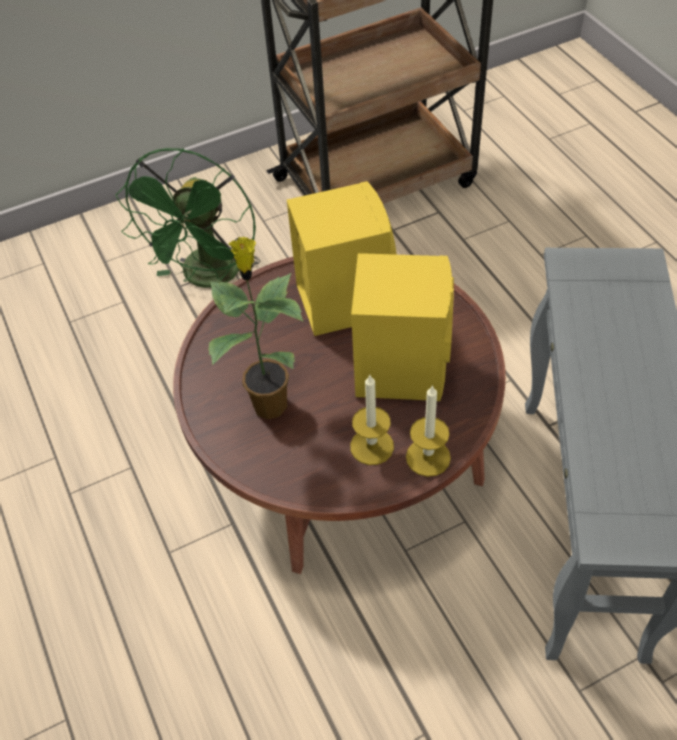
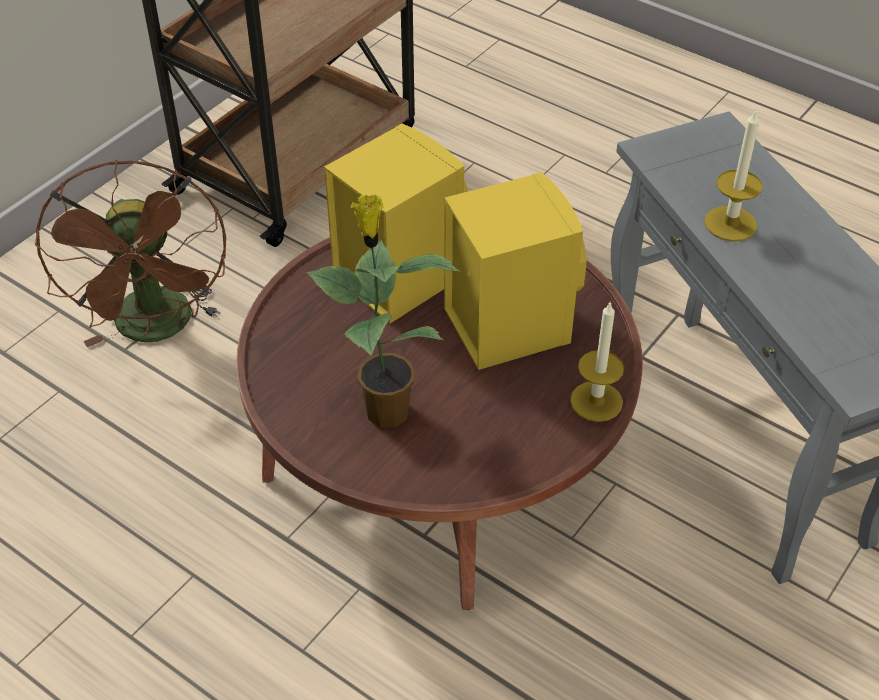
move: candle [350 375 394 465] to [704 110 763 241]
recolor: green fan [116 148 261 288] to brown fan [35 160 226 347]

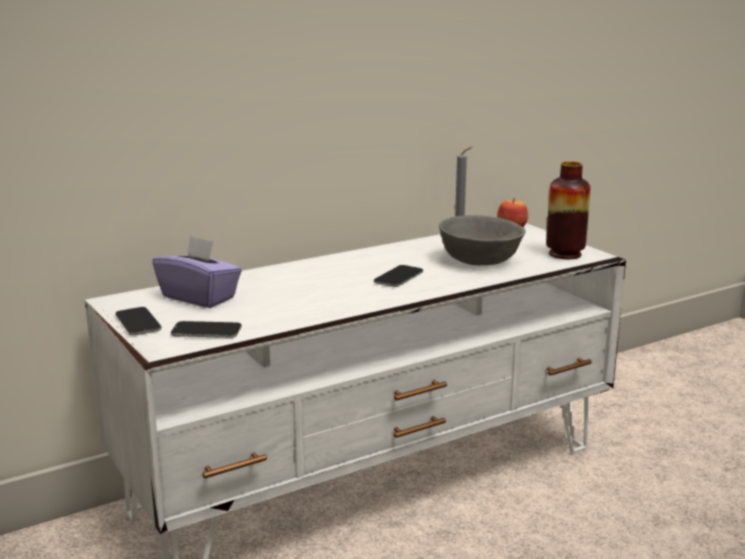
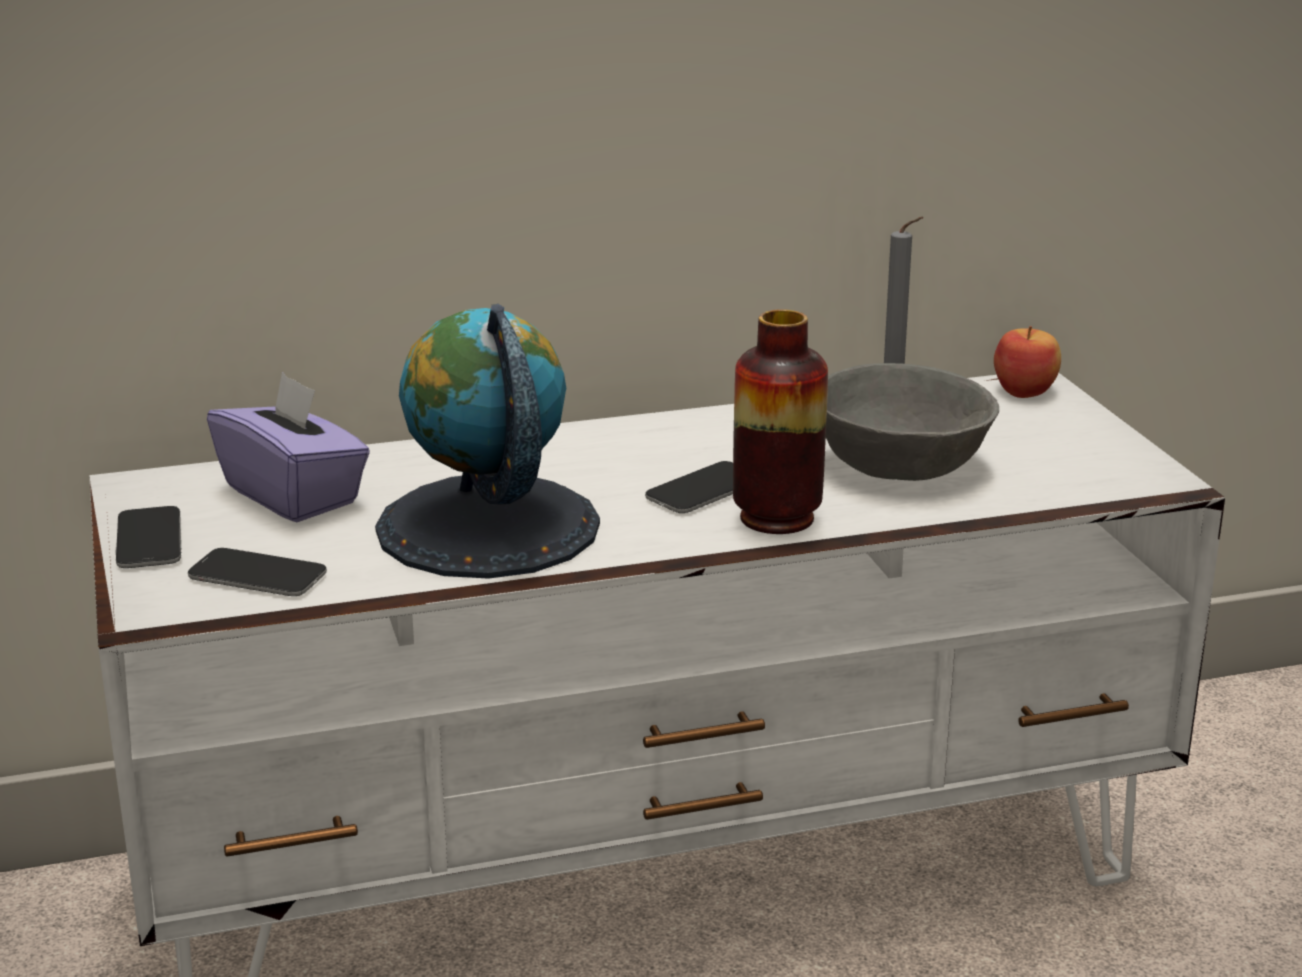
insert: globe [375 304 600 579]
move: vase [546 161 591 259] to [733 309 828 534]

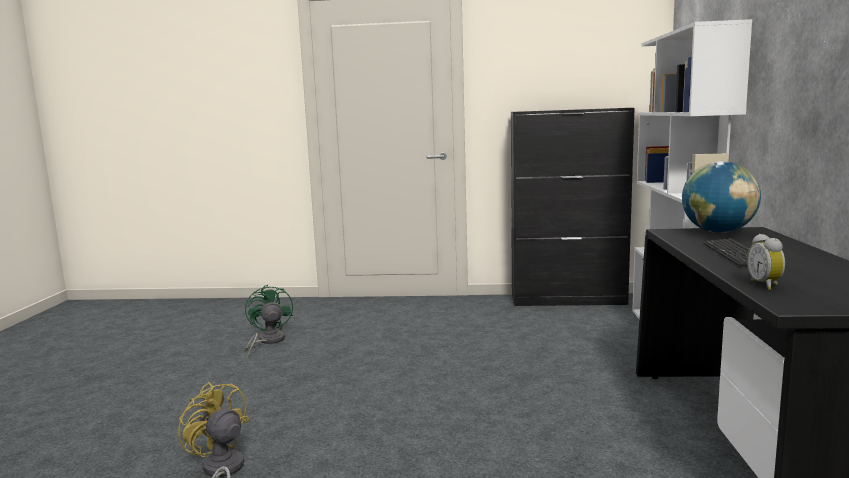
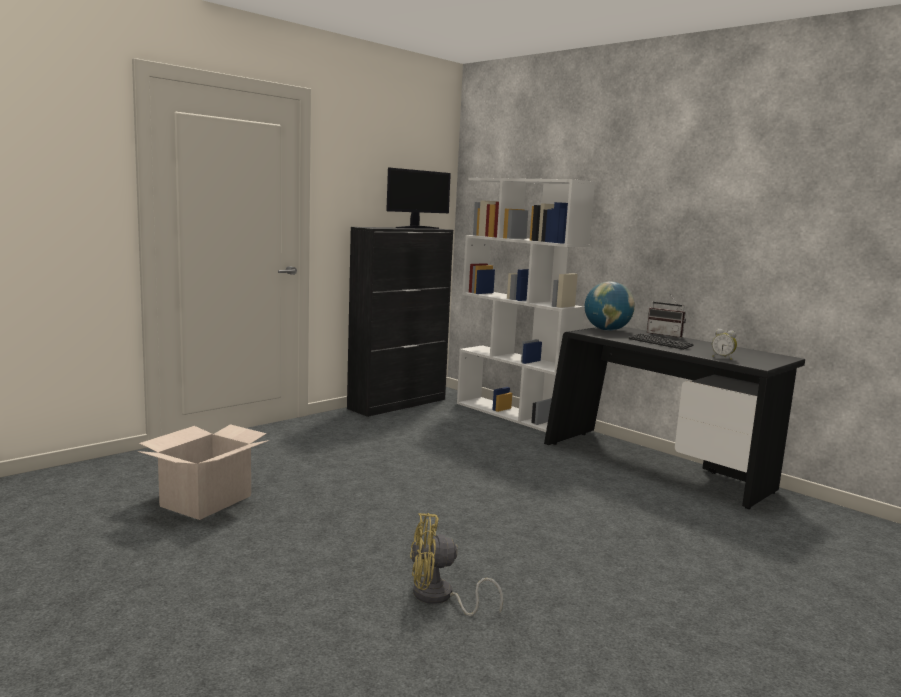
insert: monitor [386 168 451 229]; radio [647 293 686 338]
replace: green fan [245 284 293 357] to cardboard box [138 424 269 520]

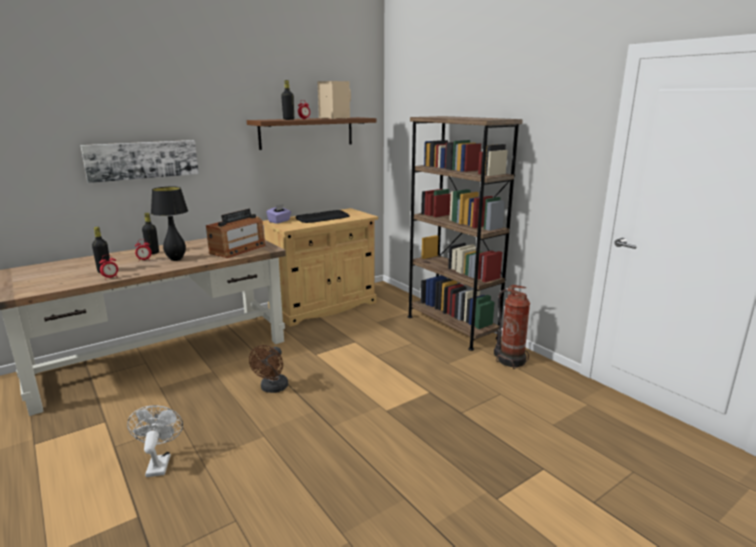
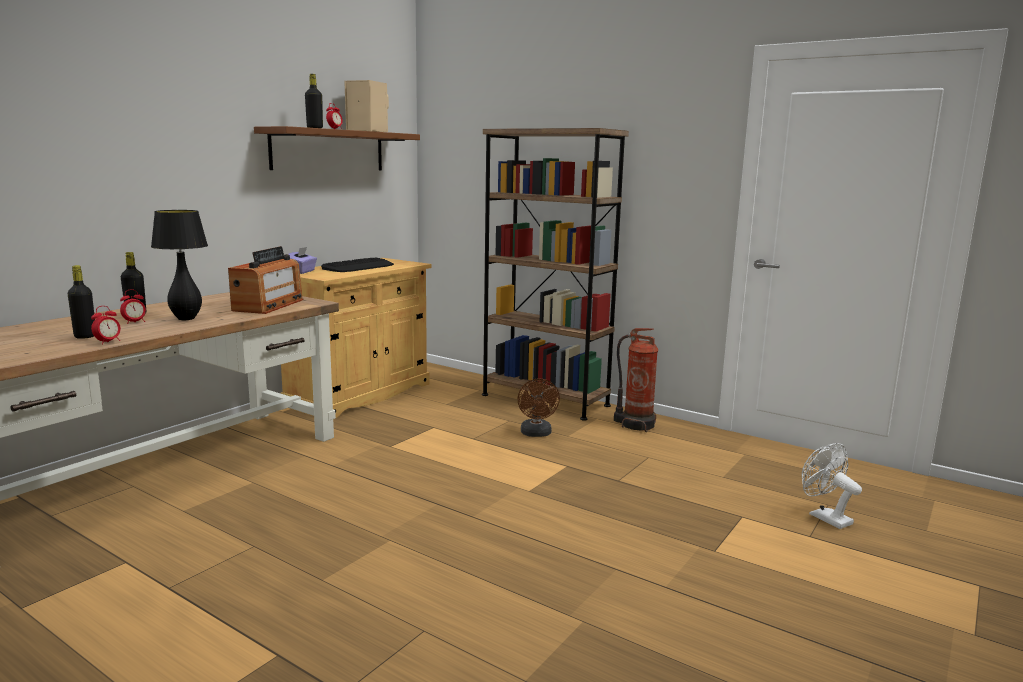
delete: picture [80 140 199 183]
move: brown fan [249 345 288 393] to [518 378 560 437]; white fan [127 405 183 477] to [802 443 862 529]

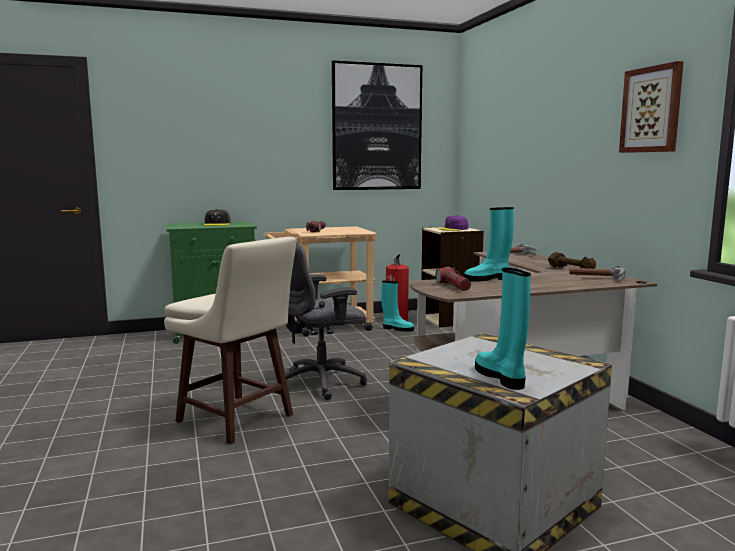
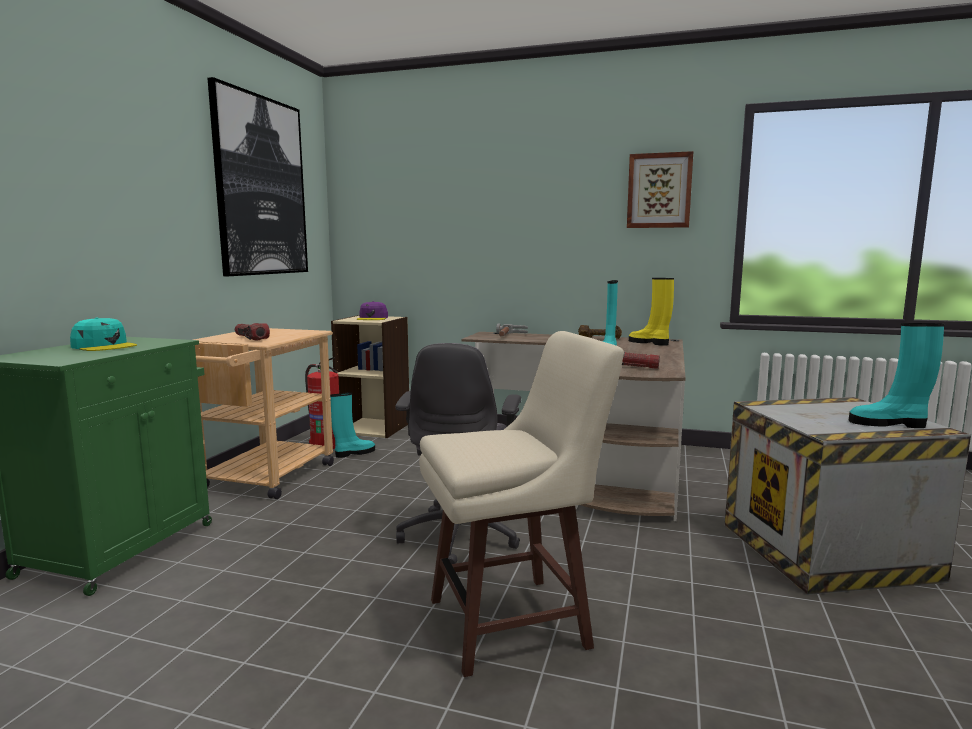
replace: hammer [569 265 626 282] to yellow boot [629 278 674 346]
recolor: grey cap [204 209 231 226] to turquoise cap [70 317 137 351]

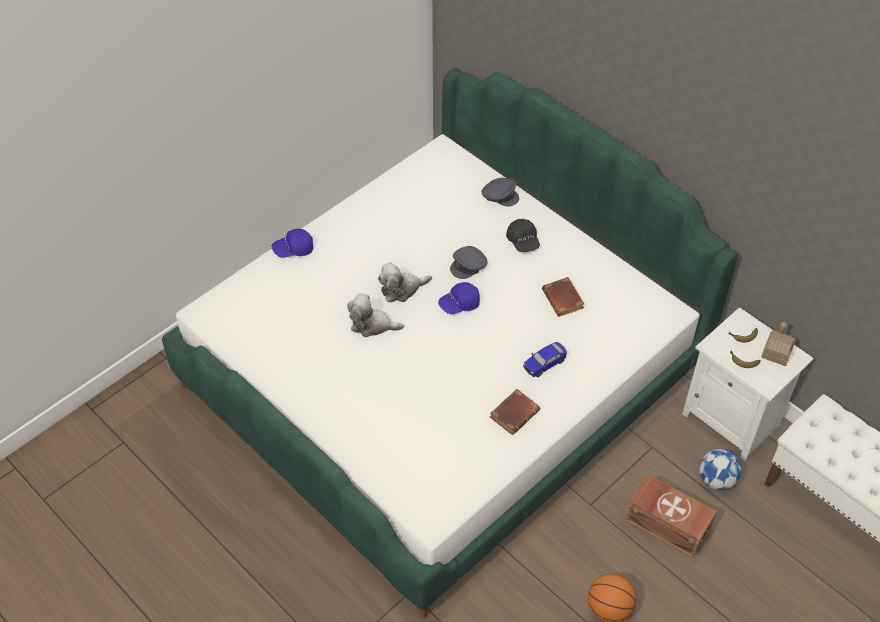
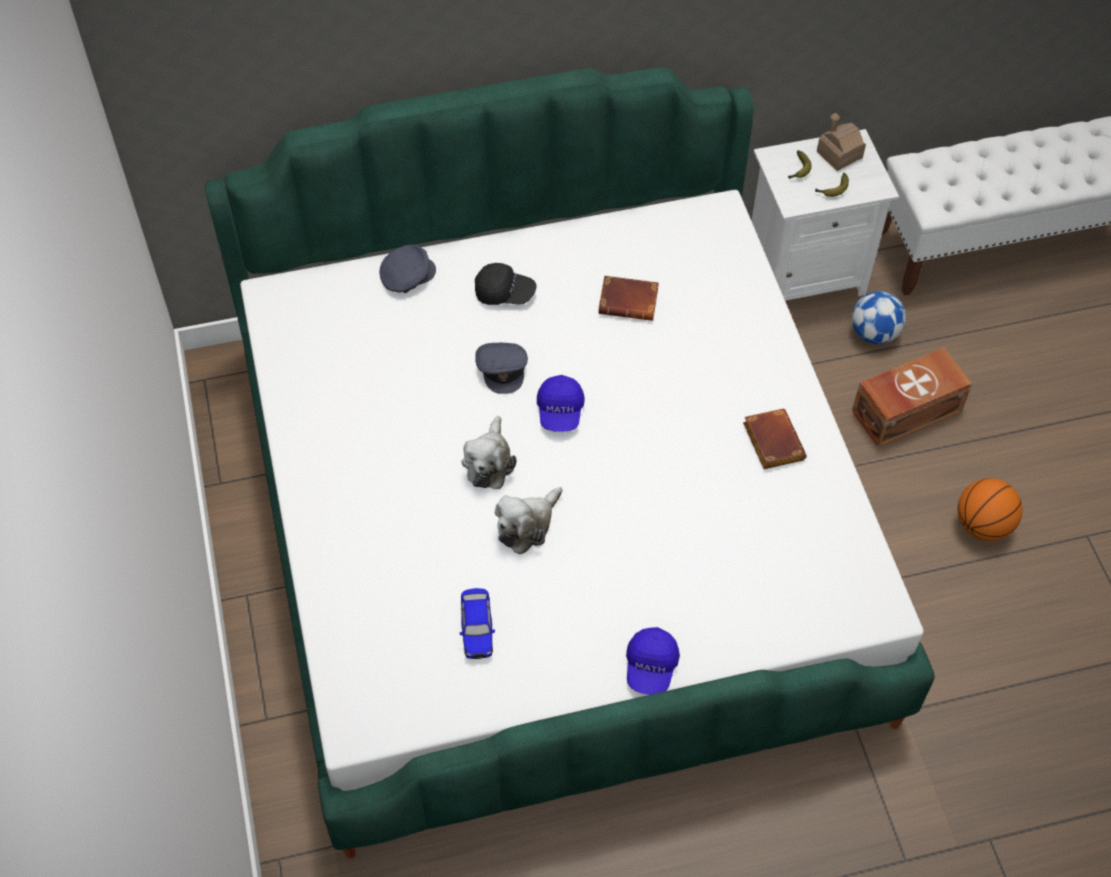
move: blue cap [272 229 314 258] to [626 627 680 695]; toy car [523 342 567 377] to [460 588 495 659]

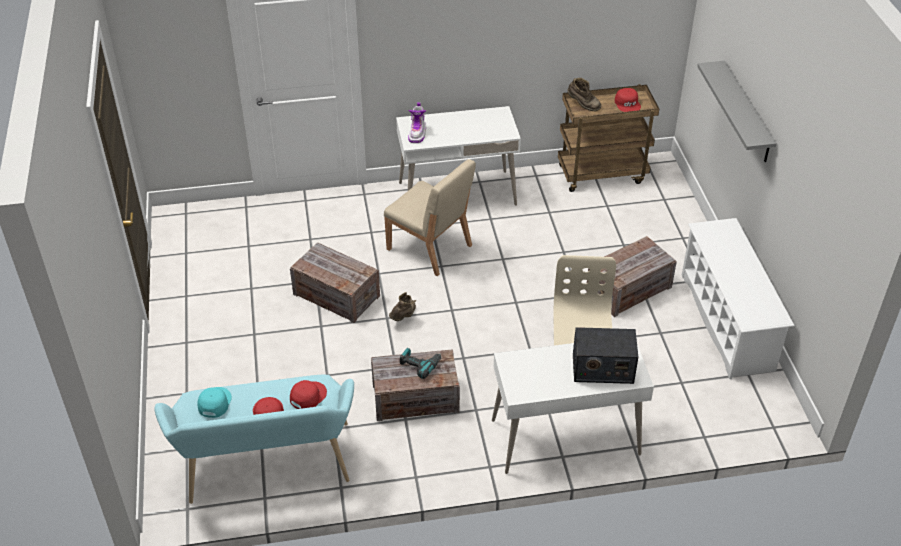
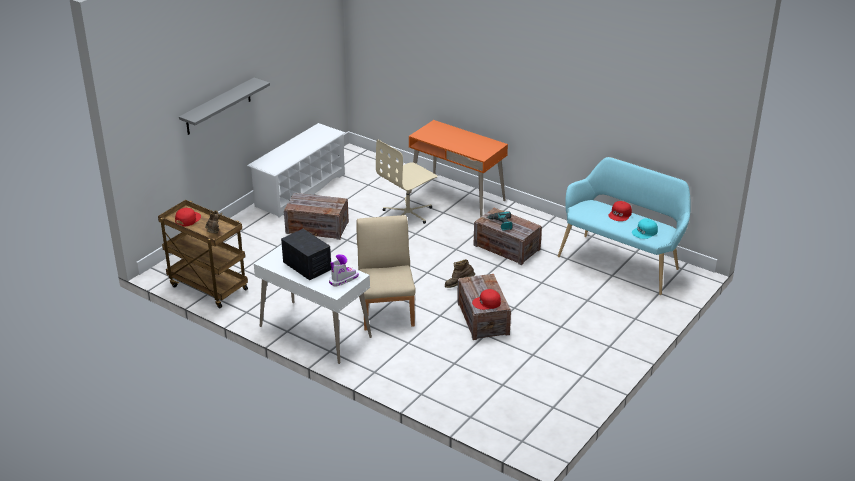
move: radio [573 327 638 384] to [281 229 331 280]; red cap [290 380 327 409] to [472 289 501 310]
recolor: white desk [492 343 654 474] to orange desk [409 120 508 217]

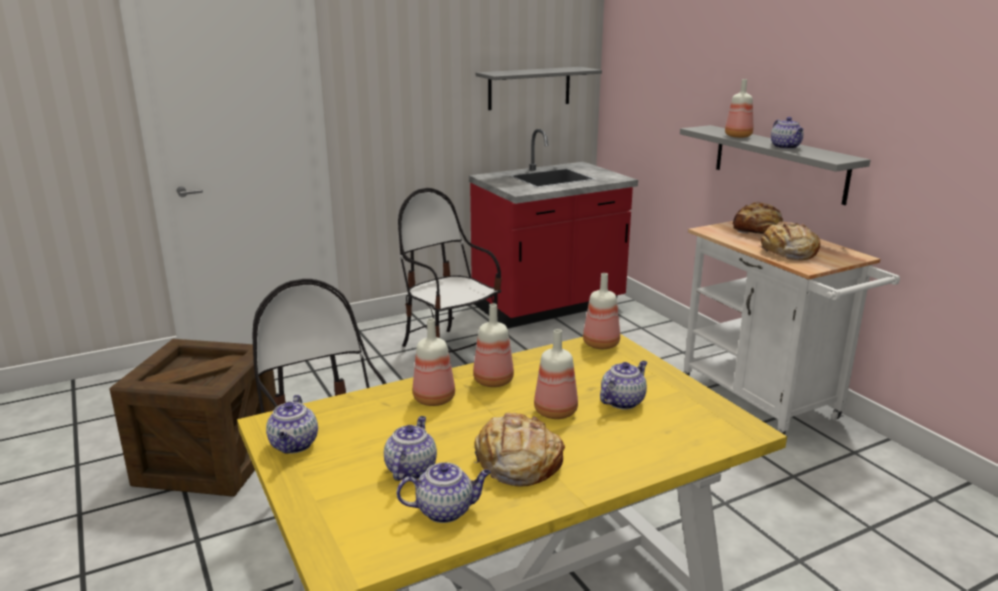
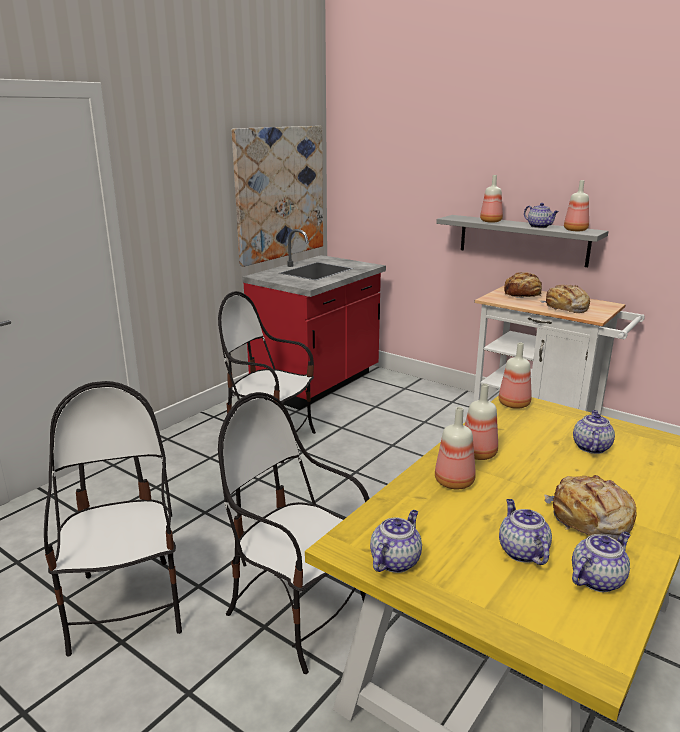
move: bottle [534 329 578 419] to [564 180 589 231]
replace: grey shelf [476 67 602 110] to picture [232 126 323 267]; crate [110 339 276 497] to chair [44 381 182 657]
rotate: teapot [266 395 318 454] = [370 510 422 573] 120 degrees counterclockwise

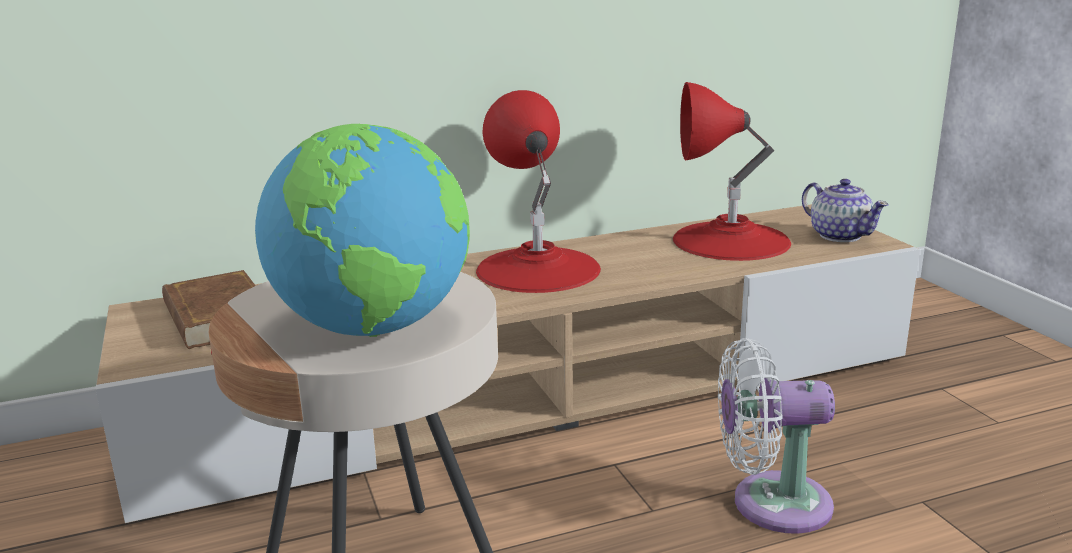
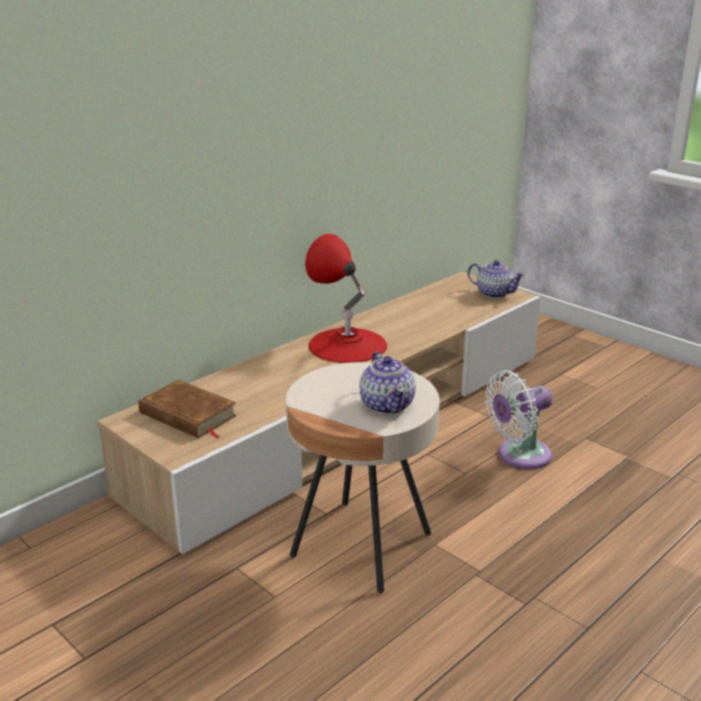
delete: red table lamp [673 82 791 261]
replace: globe [255 124 470 337] to teapot [359 351 416 414]

